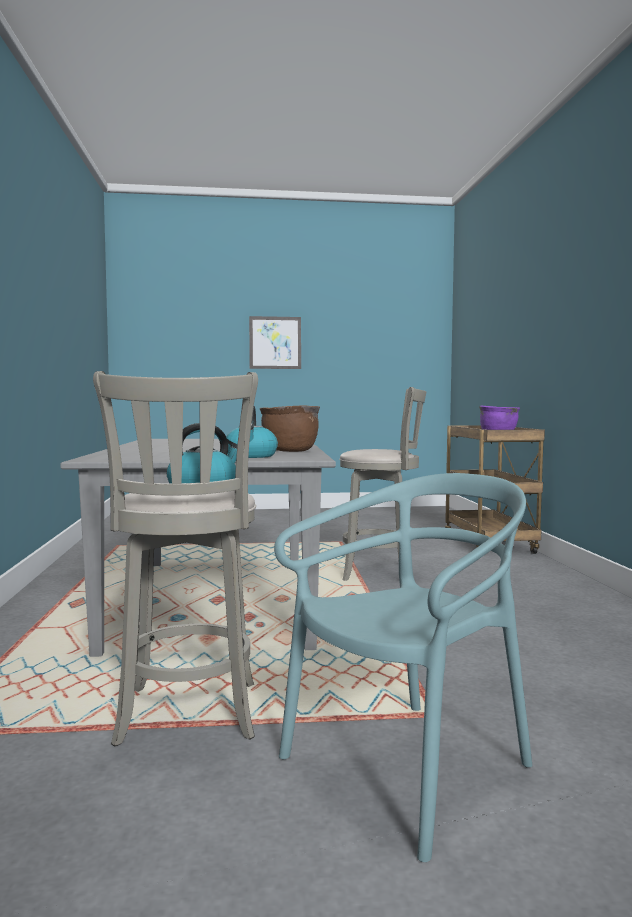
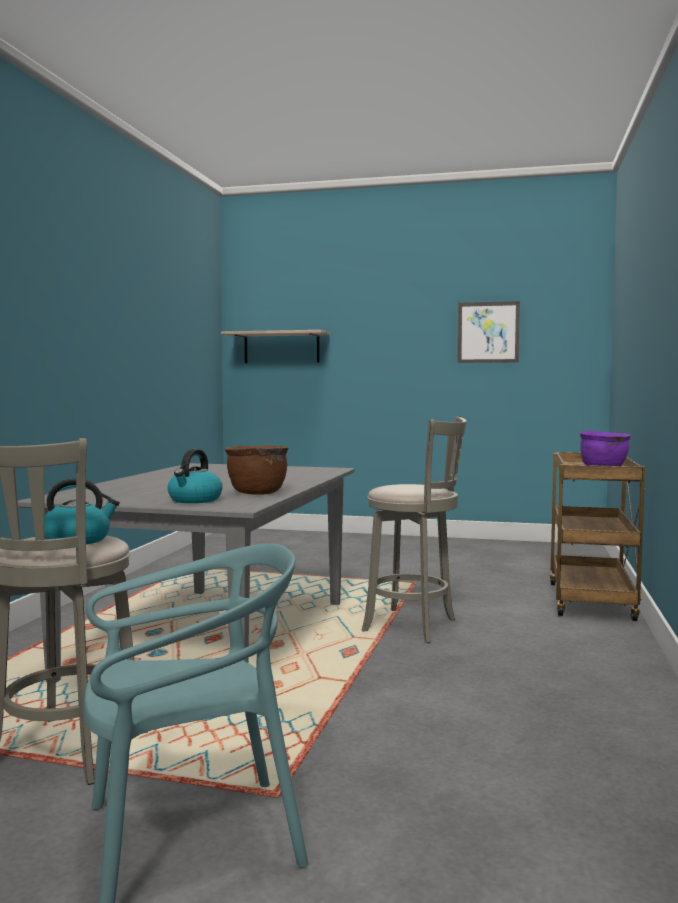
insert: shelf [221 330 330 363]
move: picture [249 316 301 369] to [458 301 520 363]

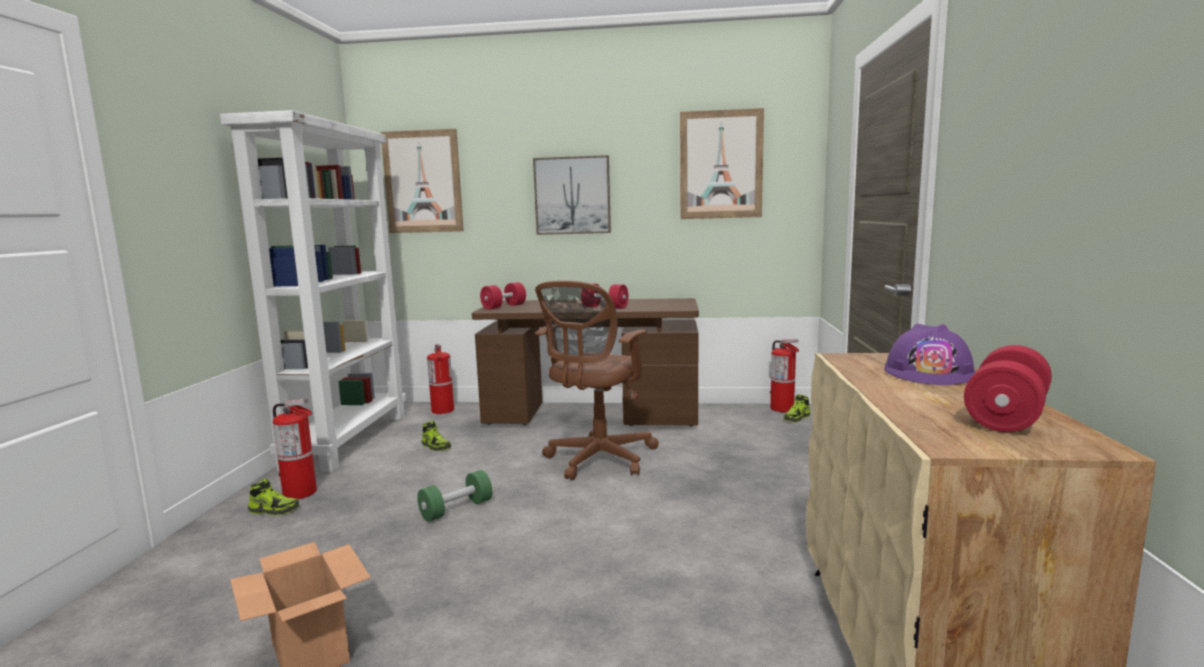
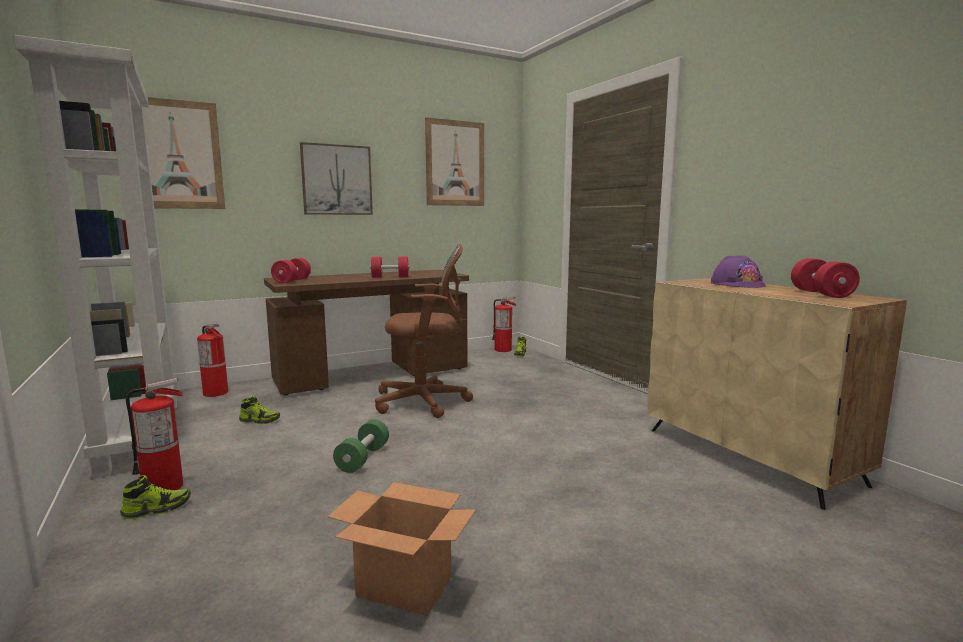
rotate: brown office chair [535 281 659 480] = [375 244 473 418] 90 degrees counterclockwise

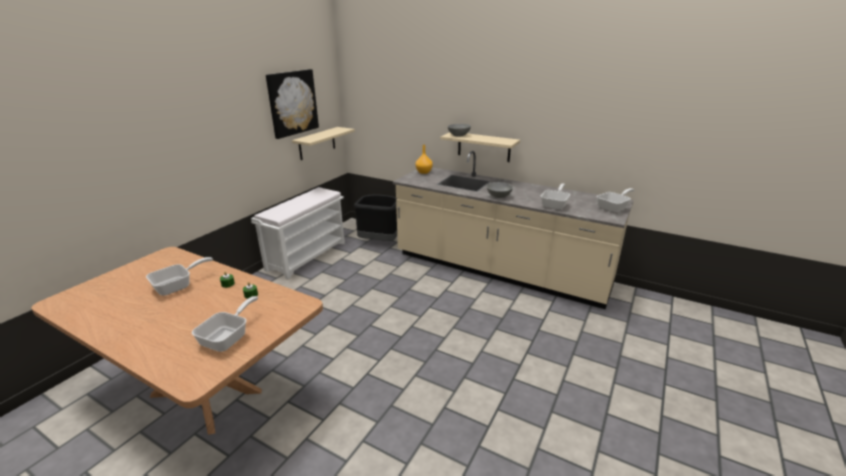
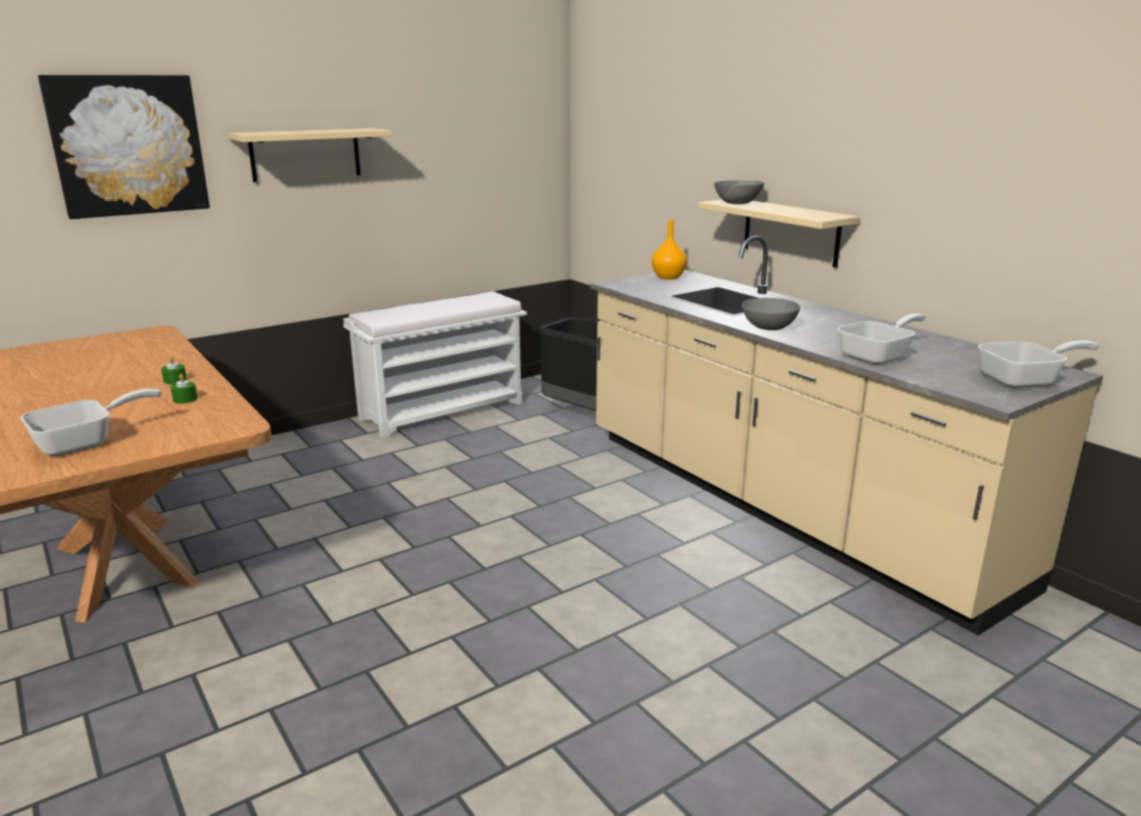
delete: frying pan [146 257 213 296]
move: picture [266 69 319 139] to [38 75 210 219]; beige shelf [292 127 355 160] to [228 128 392 182]

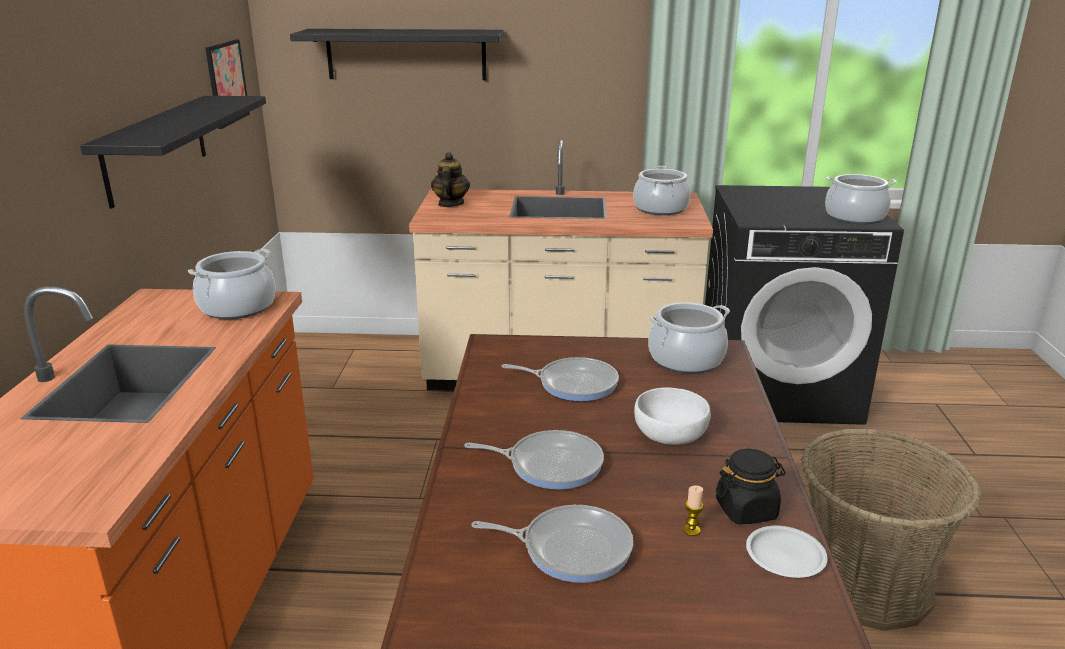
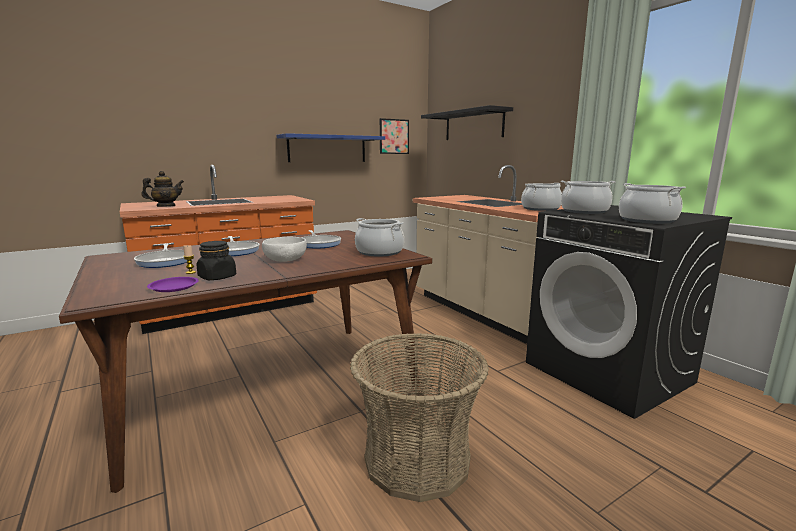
move: teapot [431 152 470 207] to [142 171 184 207]; cooking pot [188 248 276 319] to [561 181 616 214]
recolor: black shelf [80 96 266 209] to blue shelf [277 133 385 162]; white plate [746 526 828 578] to purple plate [147 277 199 292]

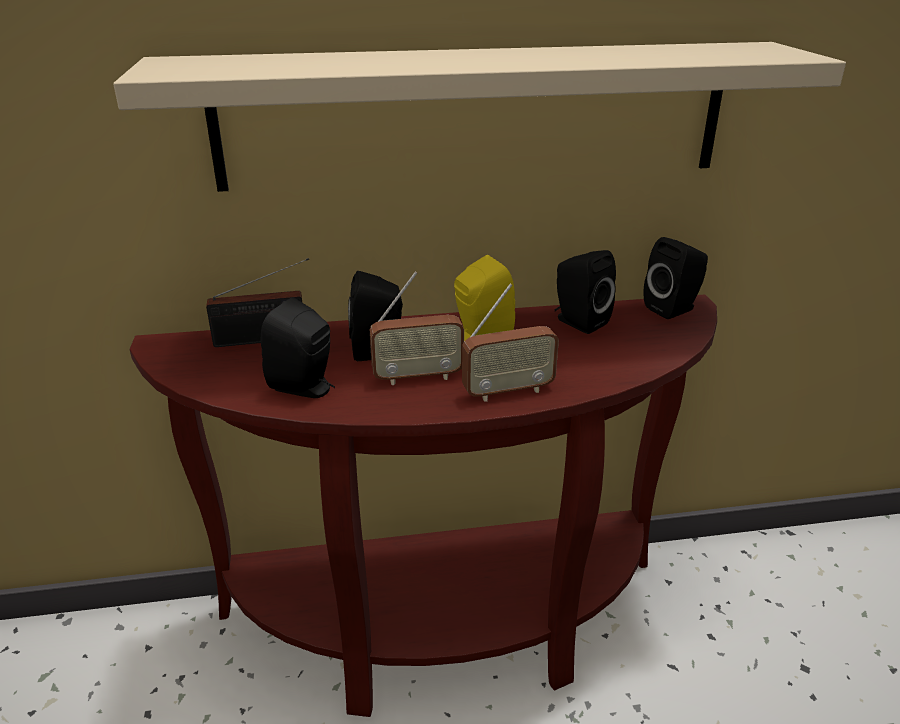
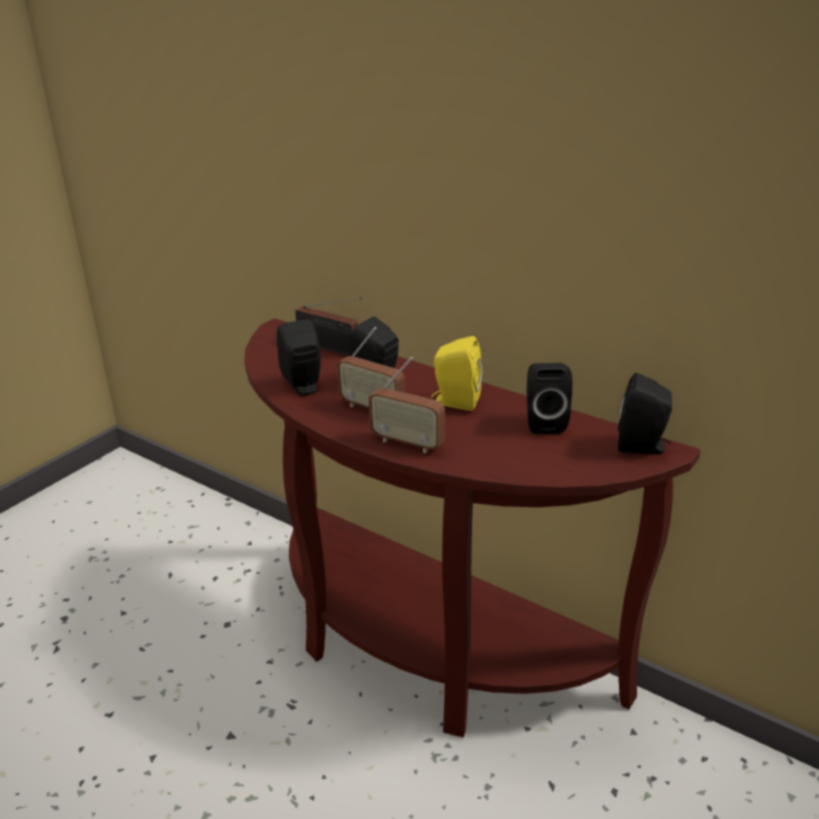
delete: beige shelf [113 42 846 192]

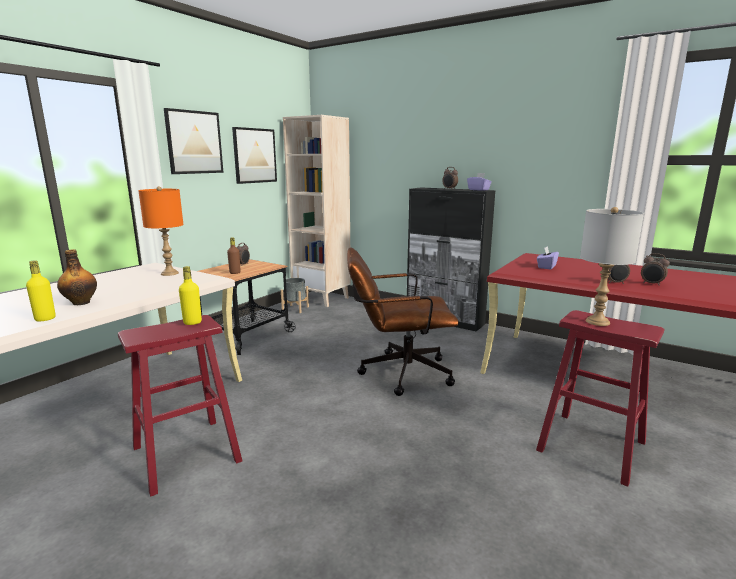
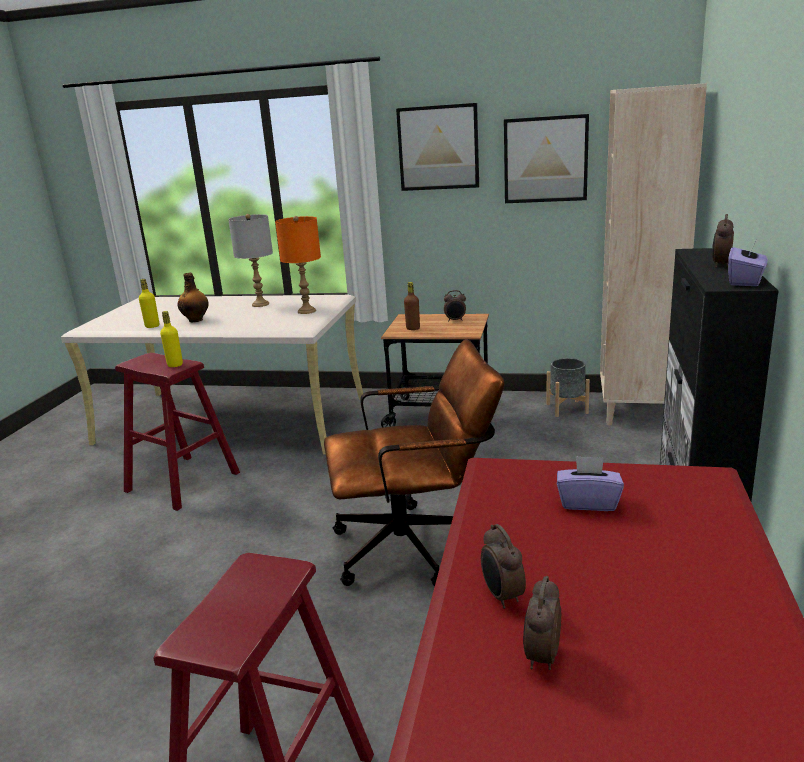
move: grey table lamp [580 207 644 326] to [228 214 273 307]
rotate: brown office chair [347 248 459 396] = [324 339 505 587] 105 degrees clockwise

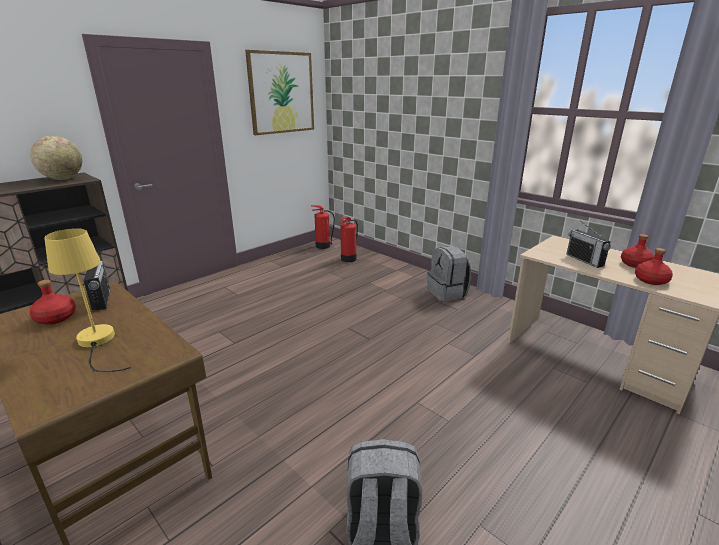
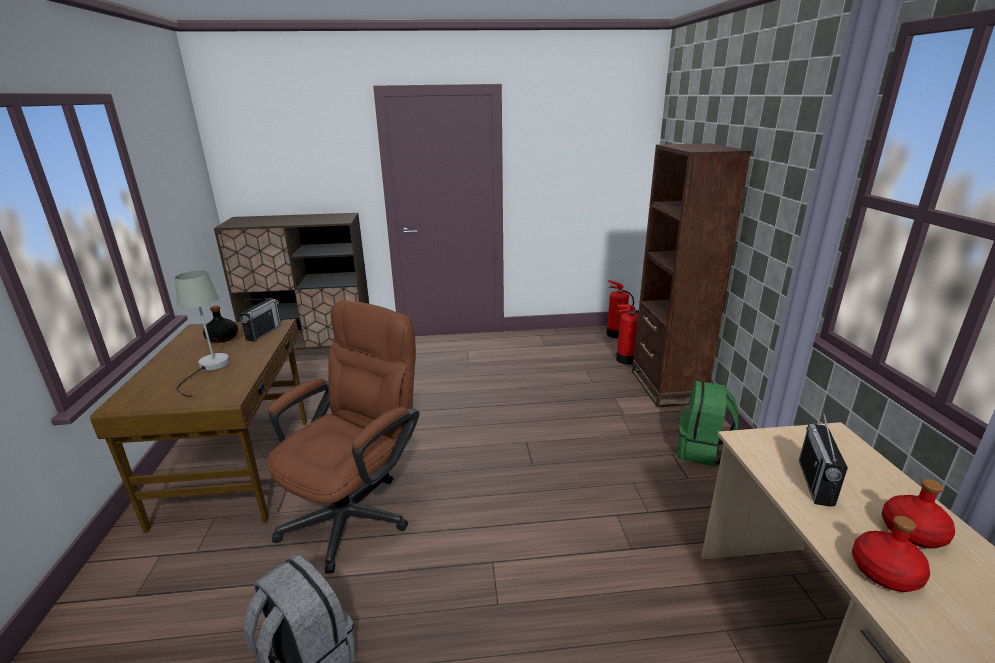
delete: picture [245 50 314 135]; globe [30 136 82 180]
insert: brown bookcase [632 143 751 407]; brown office chair [267 300 420 574]
recolor: yellow table lamp [44 228 131 372] to grey table lamp [175 271 230 397]; grey backpack [428 246 471 302] to green backpack [678 381 738 466]; red bottle [29 280 76 325] to black bottle [203 306 238 343]

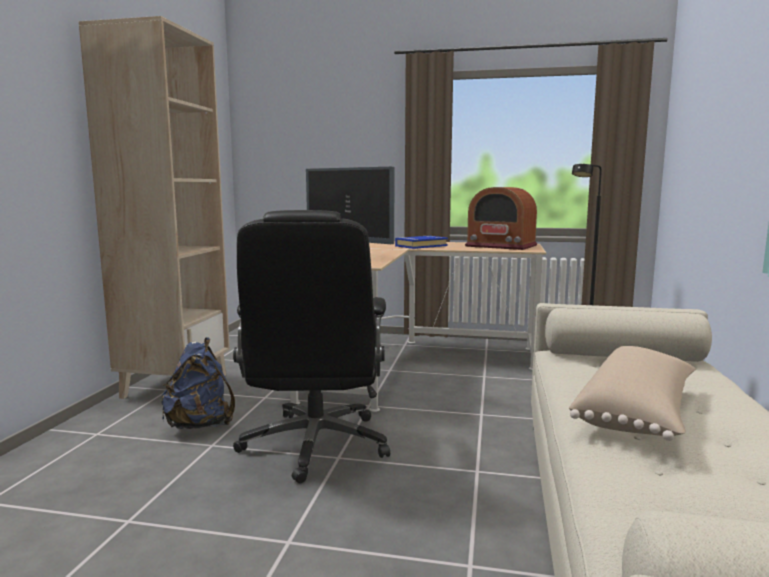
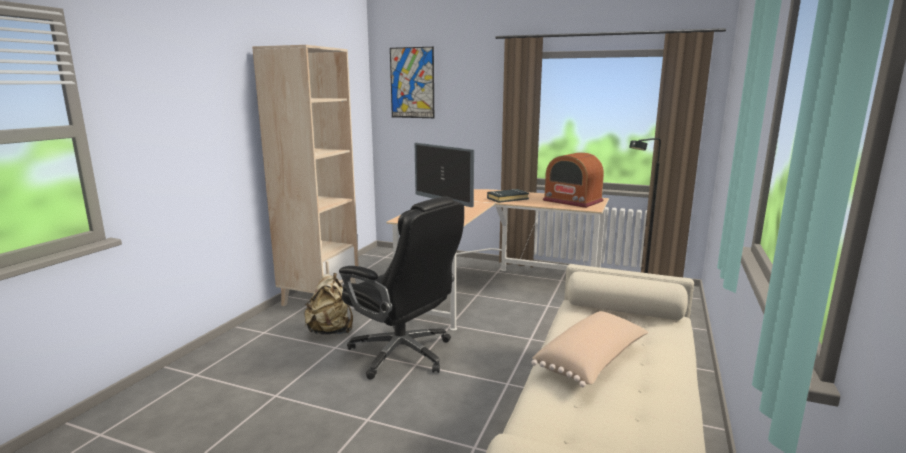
insert: picture [390 47 434 118]
recolor: blue book [395 236 448 249] to black book [487 189 529 203]; blue backpack [161 337 235 429] to beige backpack [304 273 353 335]
rotate: black office chair [233 210 390 483] = [339 197 464 379] 60 degrees counterclockwise

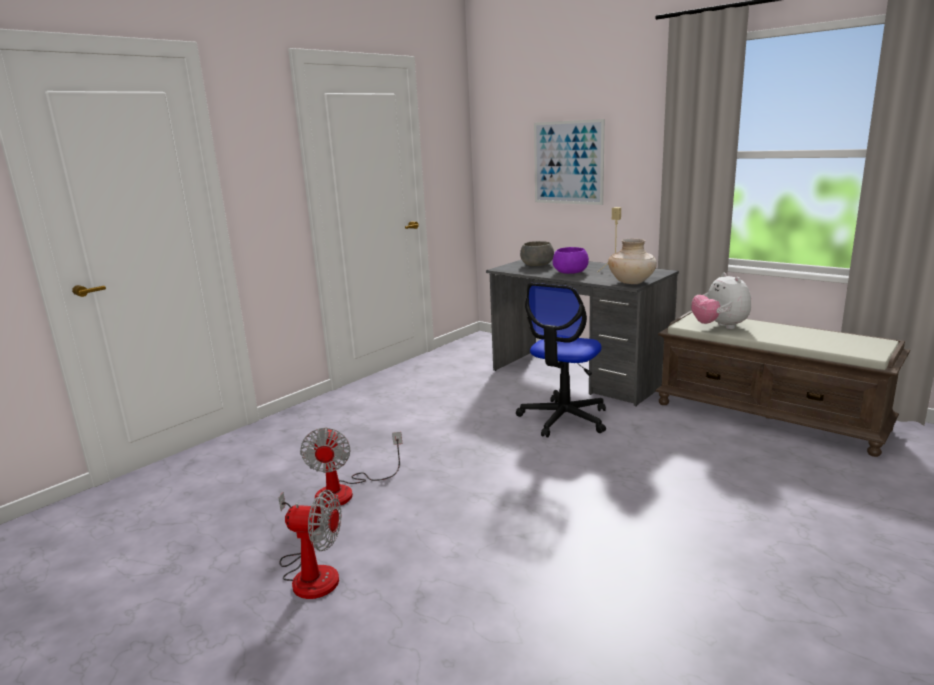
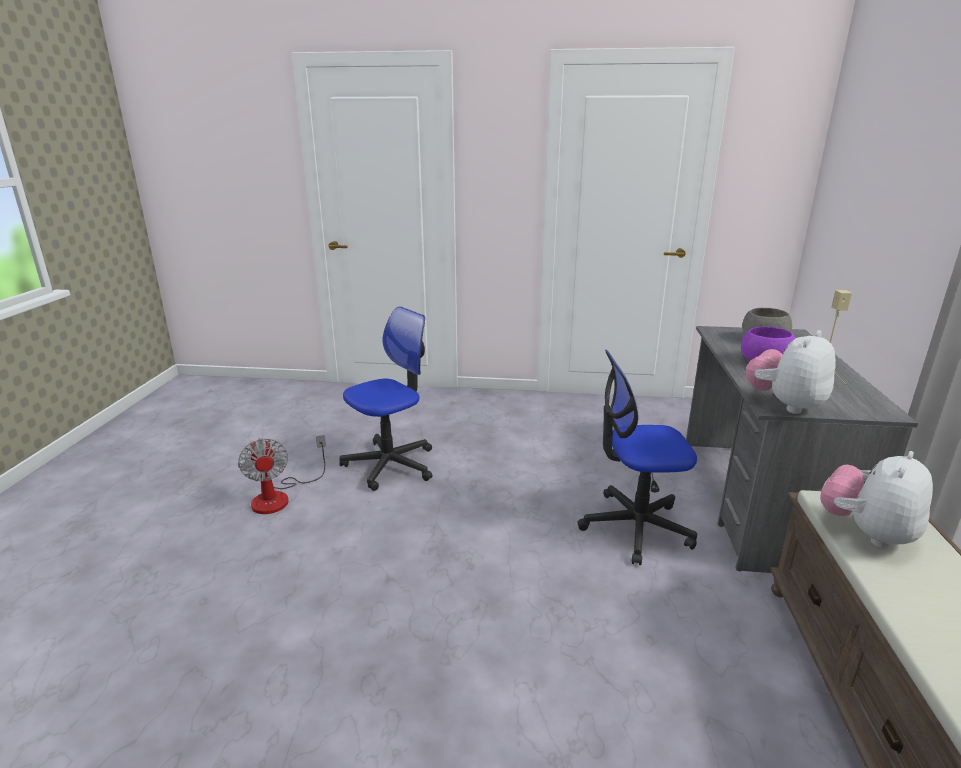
delete: picture [534 119 605 205]
replace: beige vase [608 239 657 284] to plush toy [746 330 836 414]; fan [300 427 402 508] to office chair [339 307 433 491]

